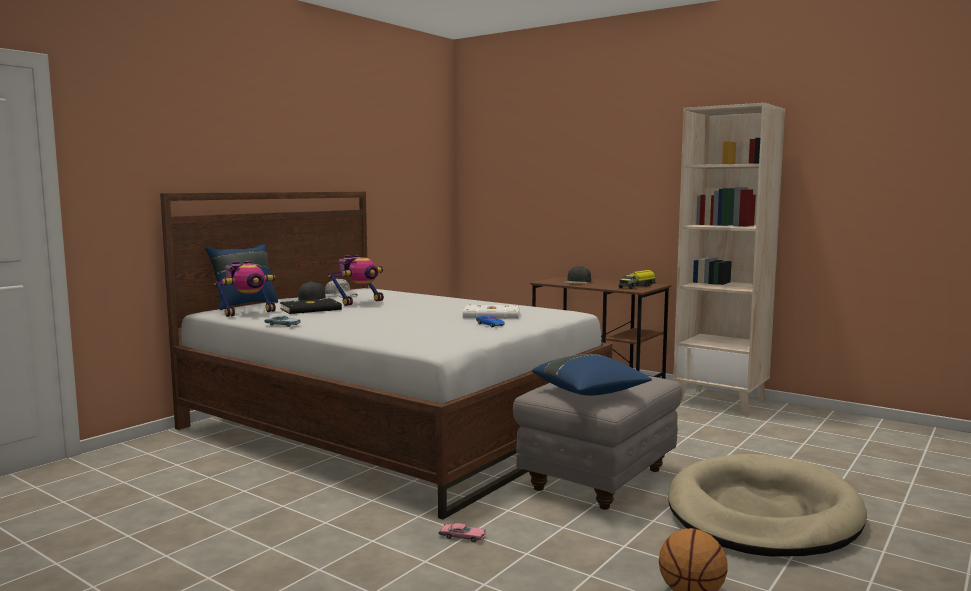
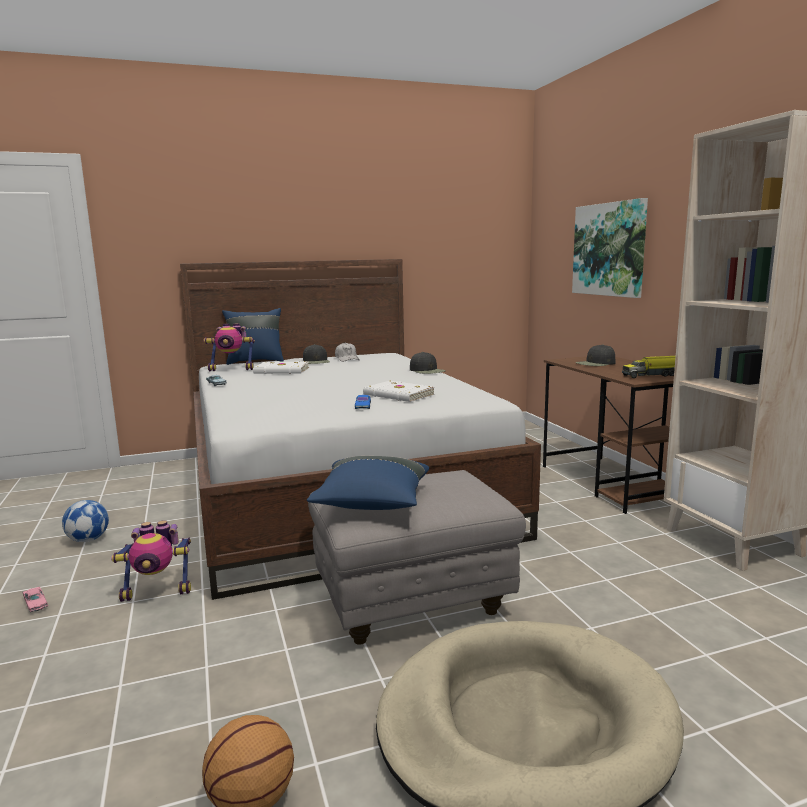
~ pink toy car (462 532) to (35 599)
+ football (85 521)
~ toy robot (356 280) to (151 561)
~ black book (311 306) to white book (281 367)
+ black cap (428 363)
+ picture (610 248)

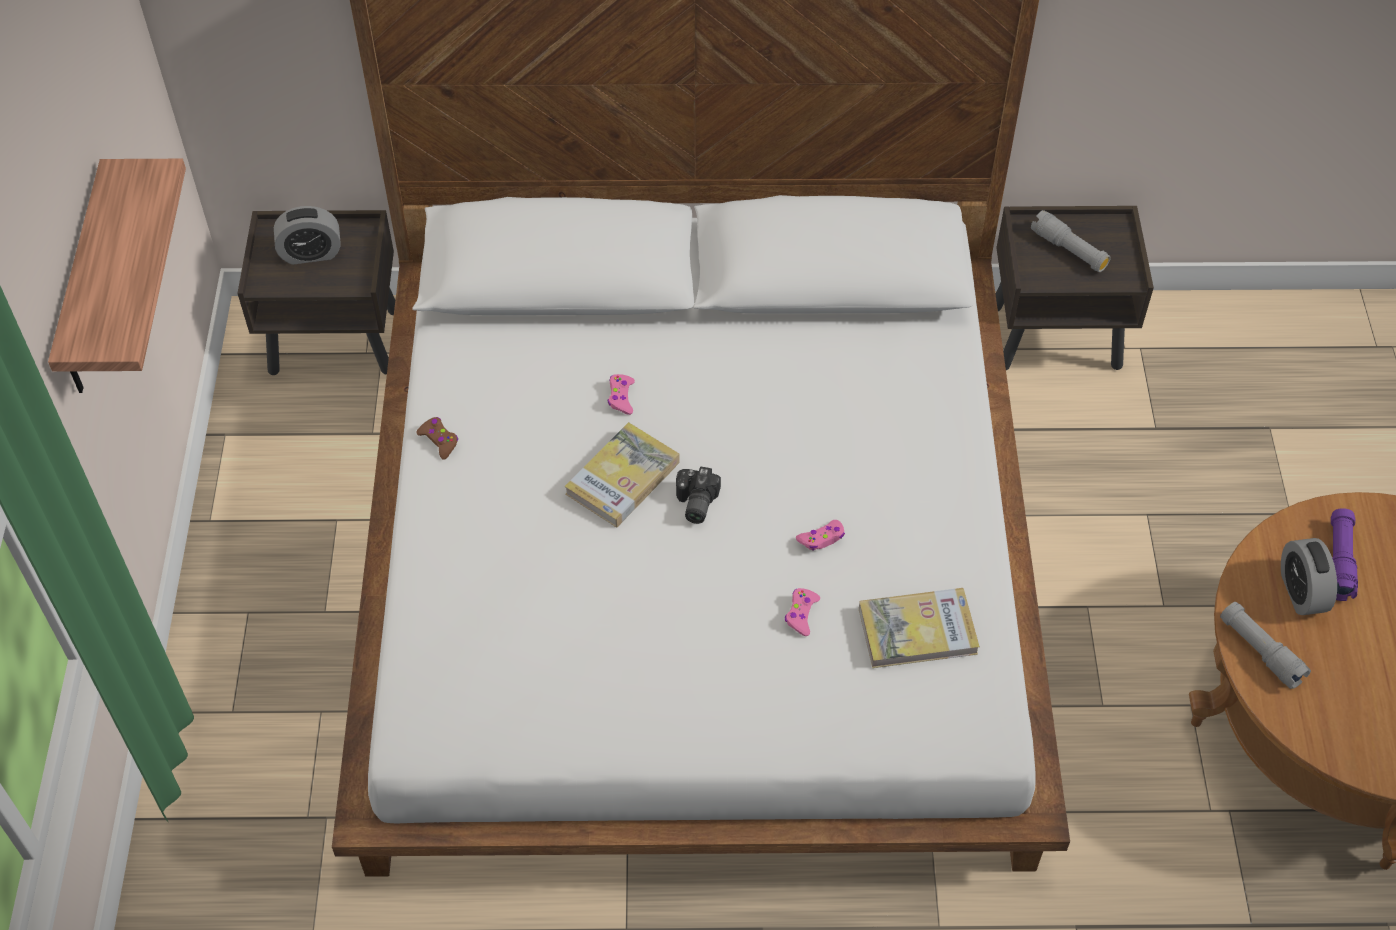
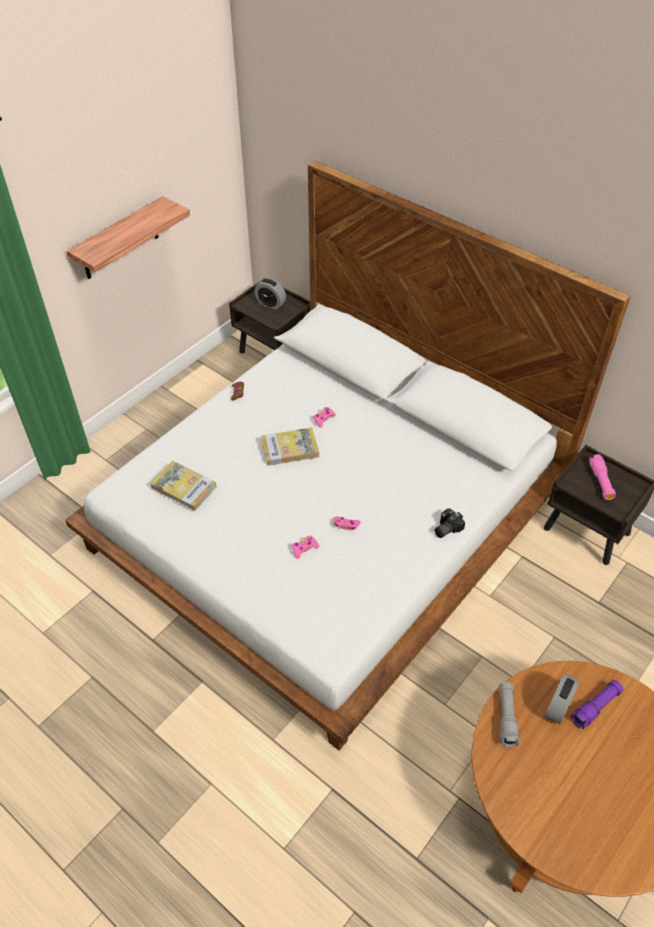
~ book (919 628) to (183 486)
~ photo camera (698 495) to (450 523)
~ grey flashlight (1071 241) to pink flashlight (602 477)

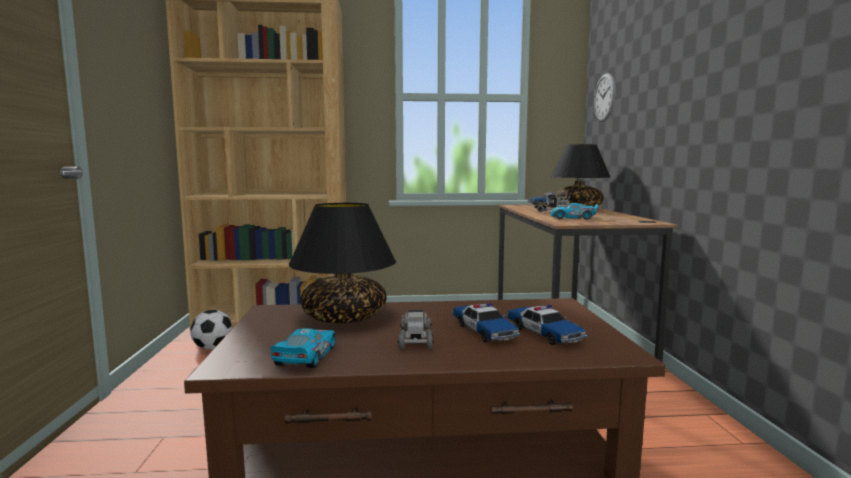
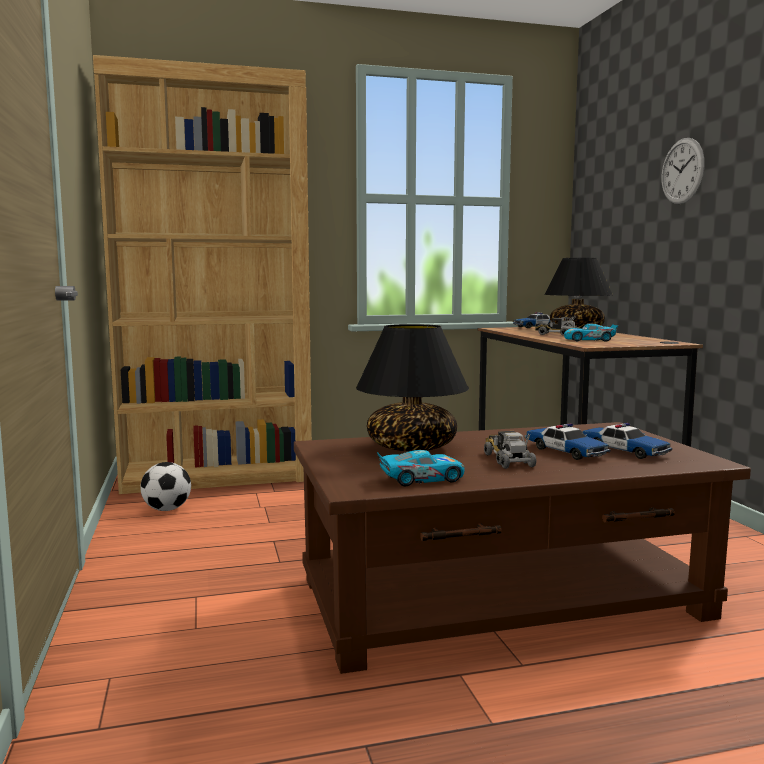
~ toy car (303 348) = (421 468) 75 degrees clockwise
~ wall clock (605 97) to (683 171)

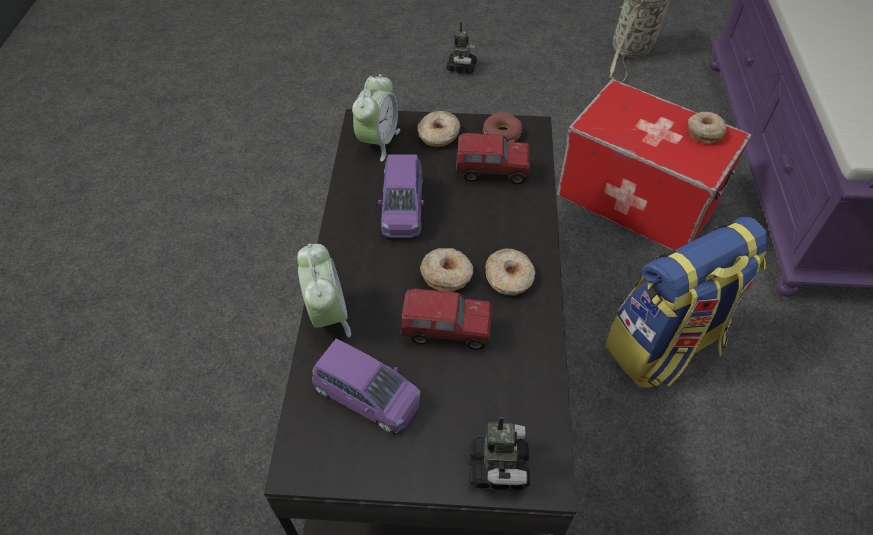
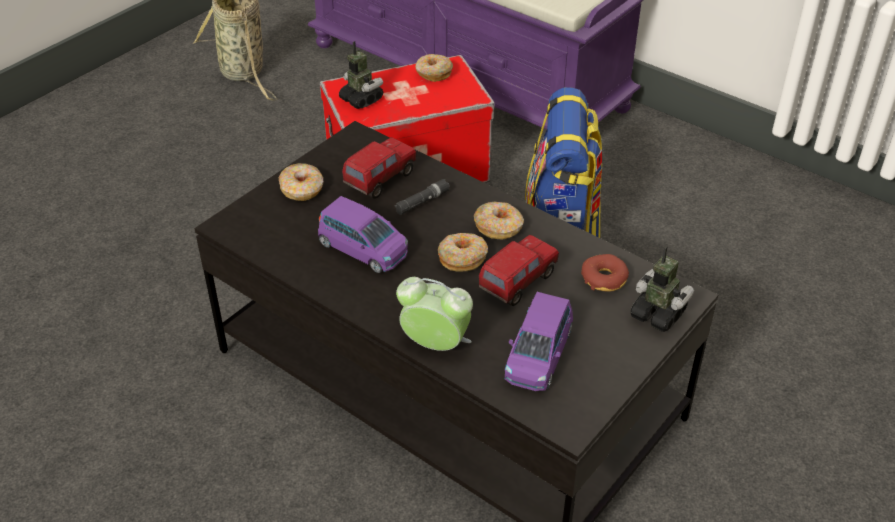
~ toy robot (461 48) to (361 75)
+ black flashlight (422 197)
~ purple toy car (366 385) = (539 341) 135 degrees clockwise
~ donut (502 127) to (605 273)
- alarm clock (376 118)

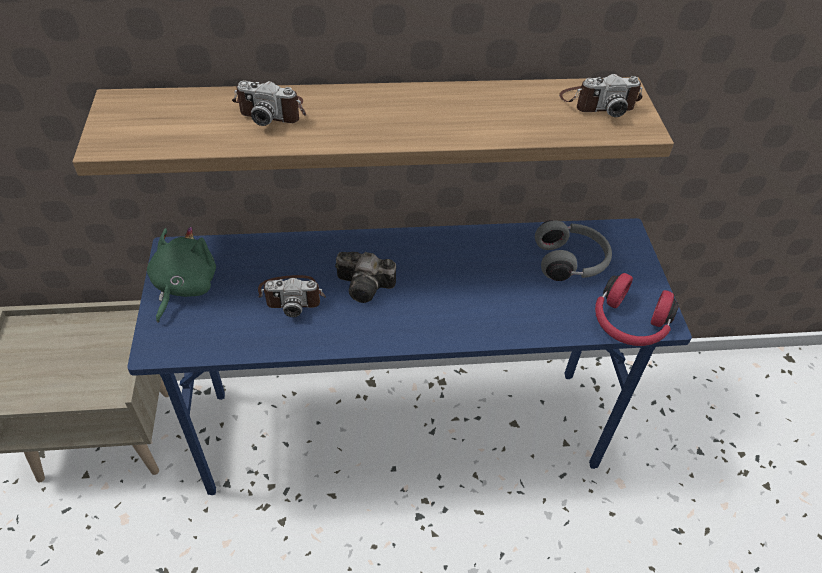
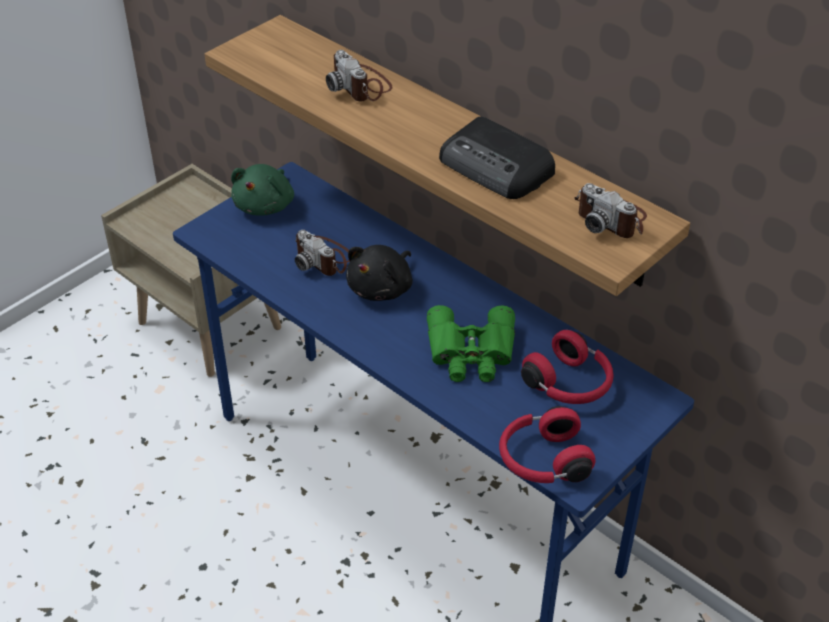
~ green plush toy (181 274) = (262 190) 135 degrees clockwise
~ photo camera (365 277) to black plush toy (379 273)
+ green binoculars (471 343)
+ radio (497 157)
~ grey headphones (573 250) to red headphones (567 367)

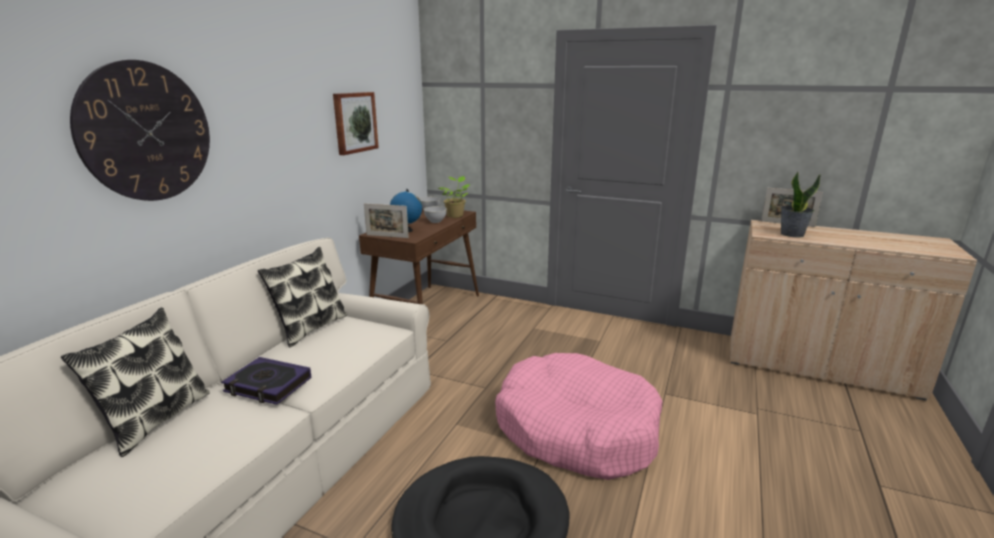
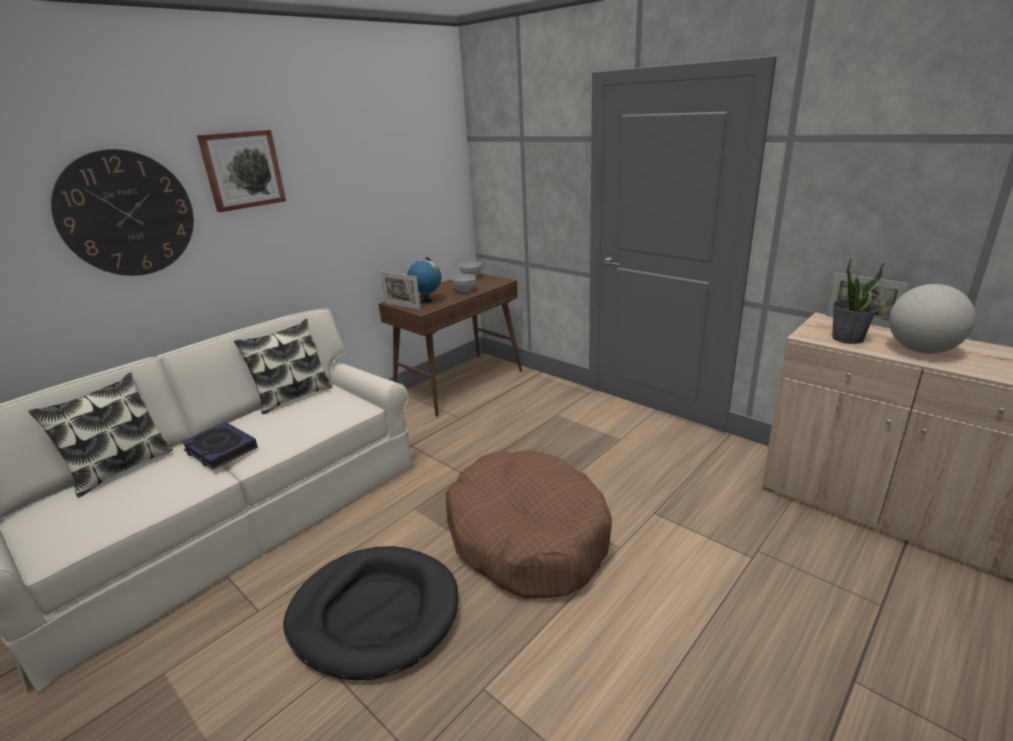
~ picture (356 123) to (241 171)
~ pink dog bed (579 416) to brown dog bed (529 524)
+ globe (932 319)
- potted plant (454 197)

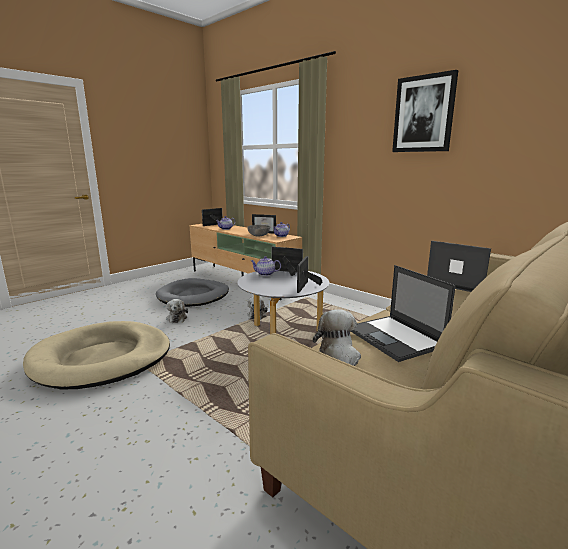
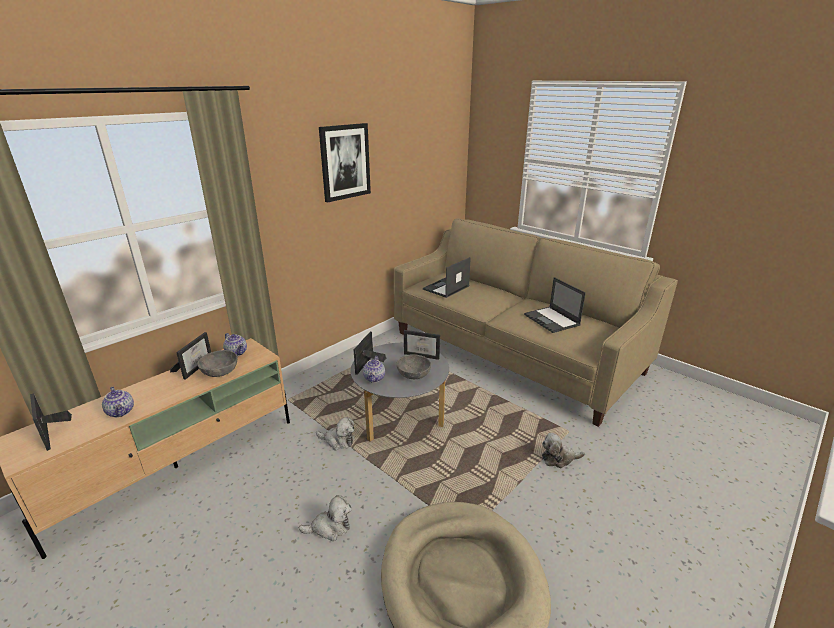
+ grey bowl (414 366)
~ laptop (403 313) = (555 305) 90 degrees clockwise
~ plush toy (337 337) to (563 450)
- grey dog bed (192 292)

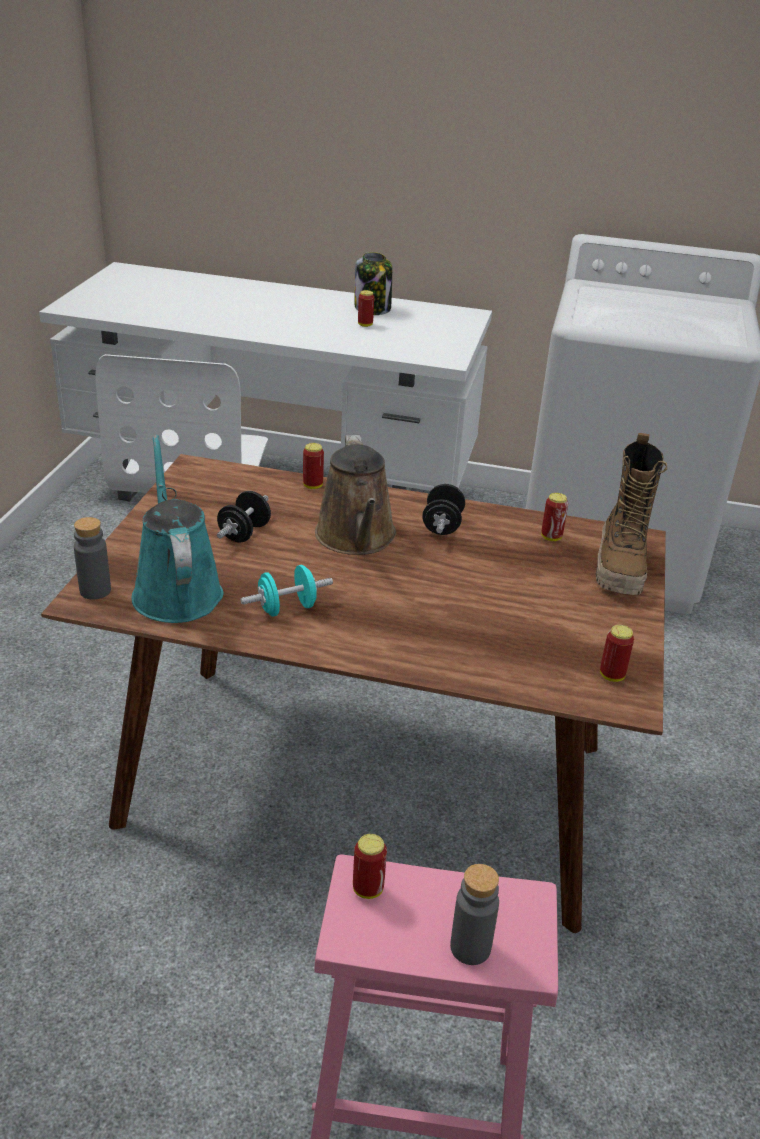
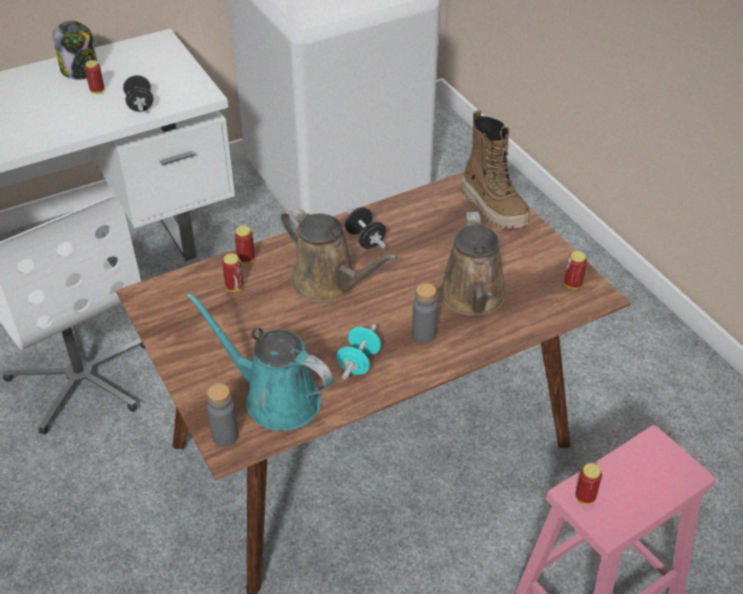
~ black dumbbell (244 516) to (138 93)
~ can (554 517) to (232 273)
~ grey bottle (474 914) to (425 313)
+ brown watering can (473 264)

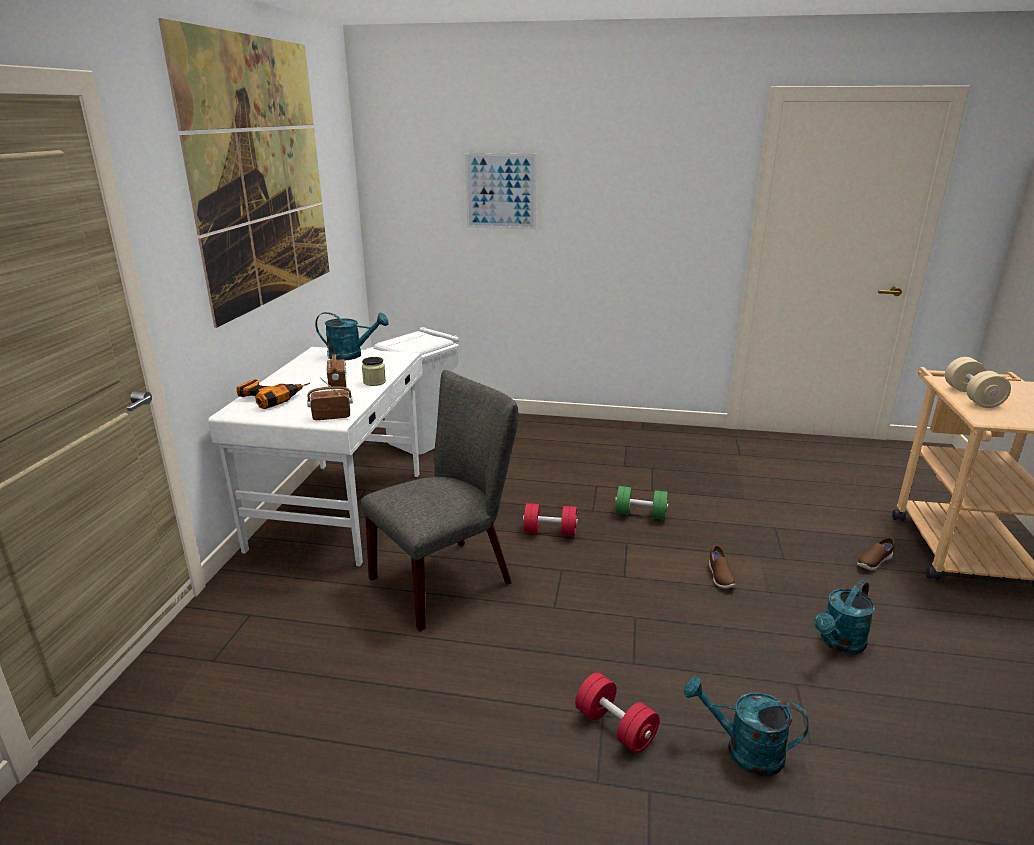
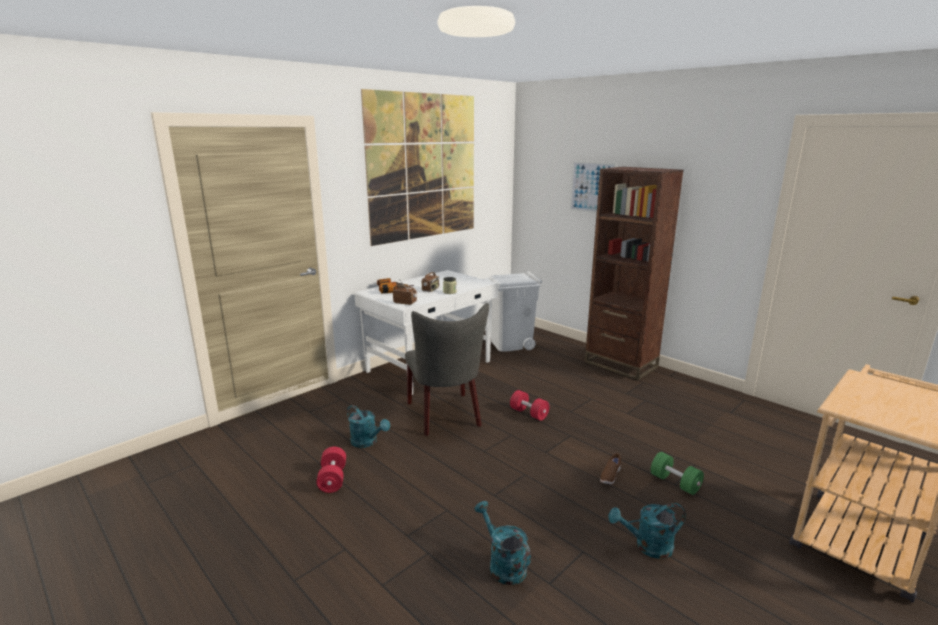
~ red dumbbell (617 712) to (331 470)
~ turquoise watering can (351 336) to (368 426)
~ grey chair (440 500) = (447 369) 75 degrees clockwise
+ brown bookcase (634 273)
~ green dumbbell (642 503) to (677 473)
- brown shoe (876 553)
- beige dumbbell (978 382)

